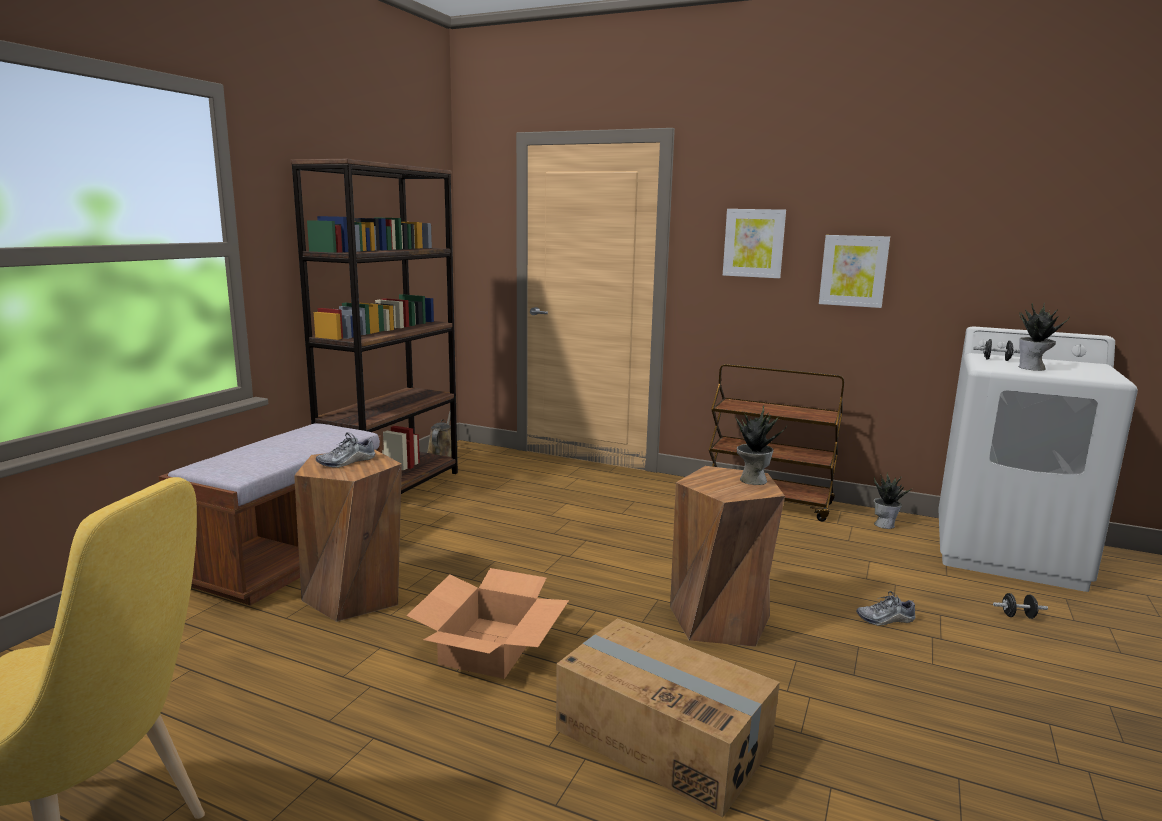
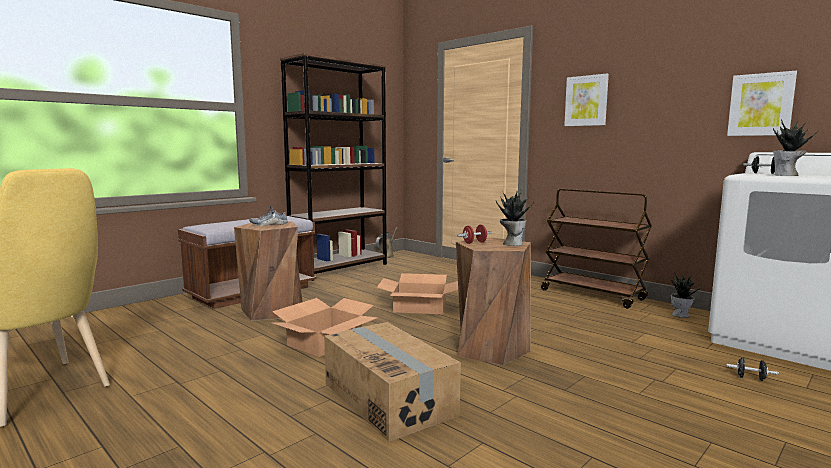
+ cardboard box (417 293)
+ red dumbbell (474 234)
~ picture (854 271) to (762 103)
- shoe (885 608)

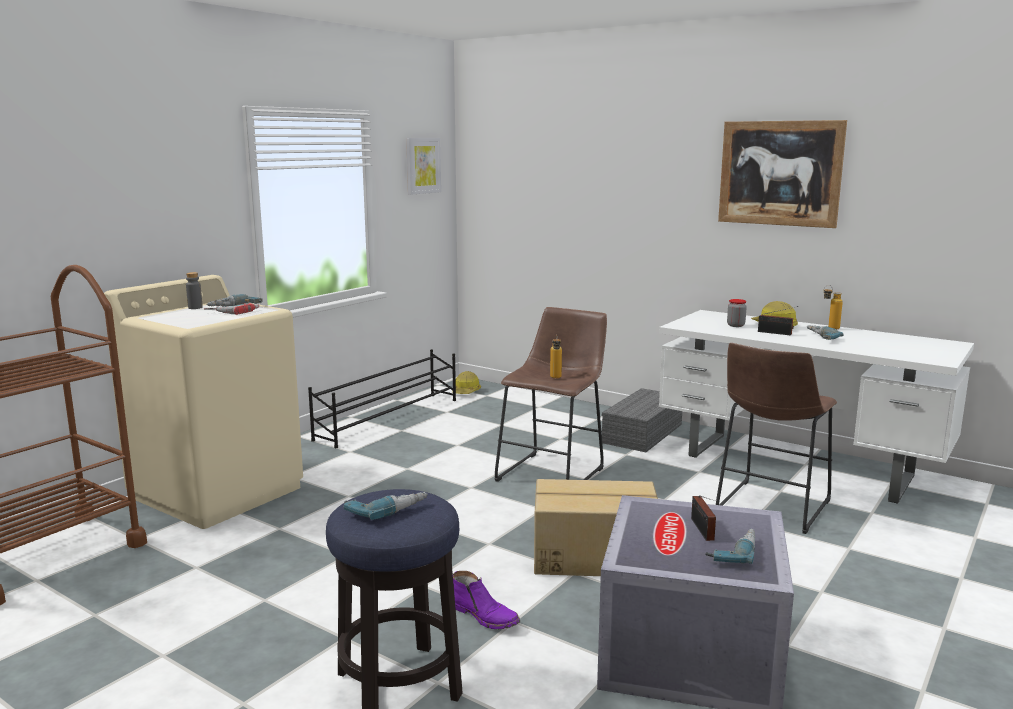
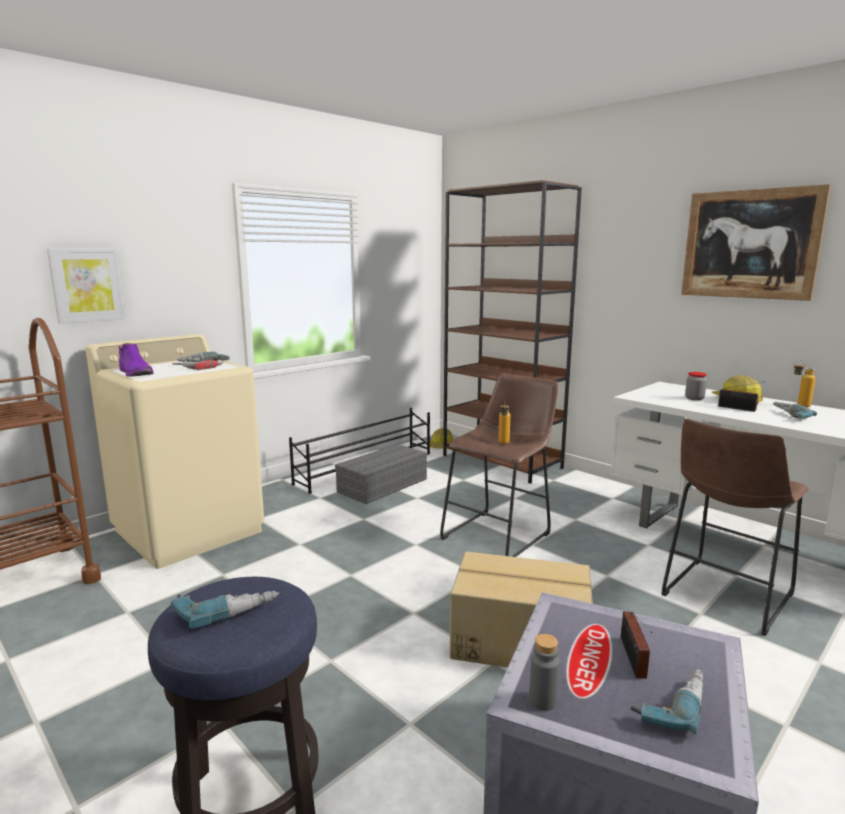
~ picture (423 166) to (86 286)
~ purple boot (486 600) to (136 359)
~ grey storage box (642 420) to (381 474)
+ brown bookcase (512 332)
~ grey bottle (194 290) to (544 672)

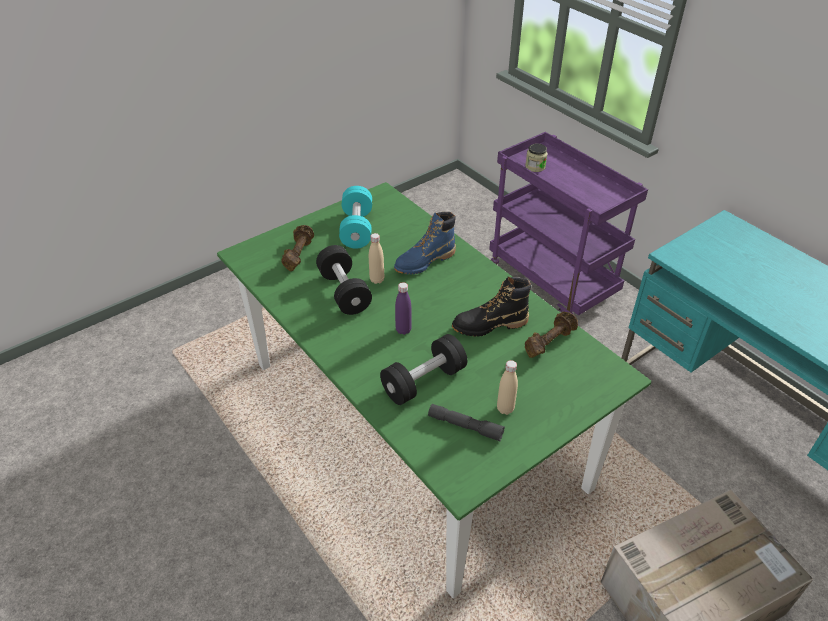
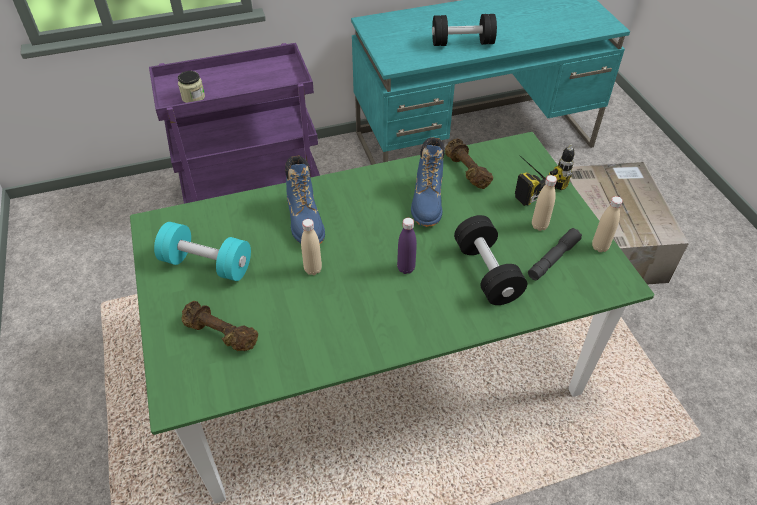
~ black boot (491 307) to blue boot (428 182)
~ black dumbbell (344 280) to (464 30)
+ power drill (545 175)
+ beige bottle (607 224)

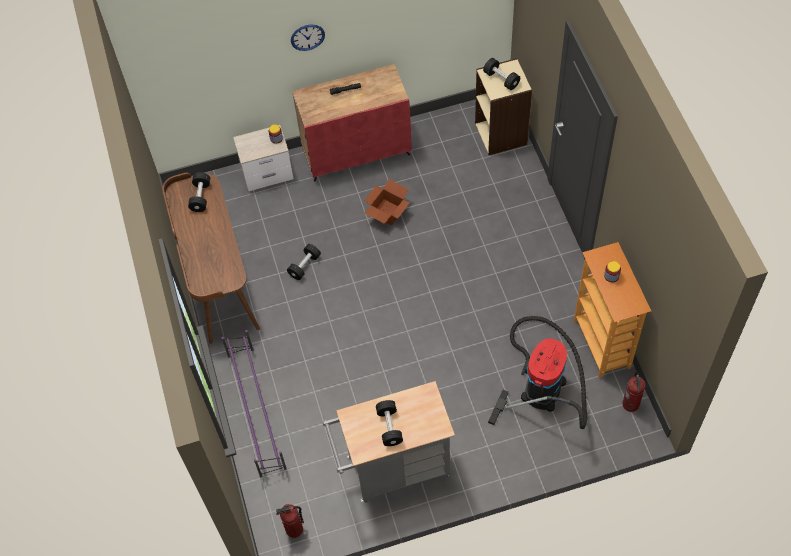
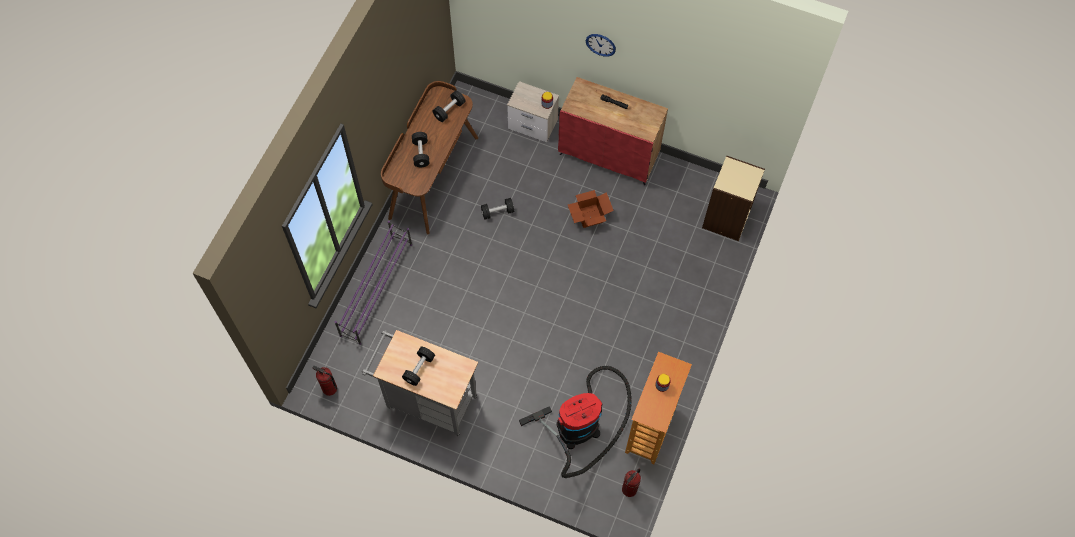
~ black dumbbell (501 74) to (420 149)

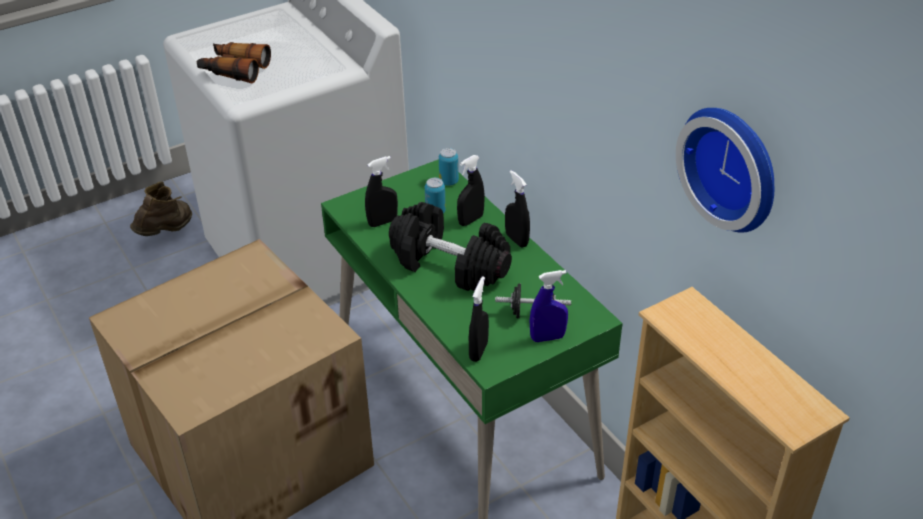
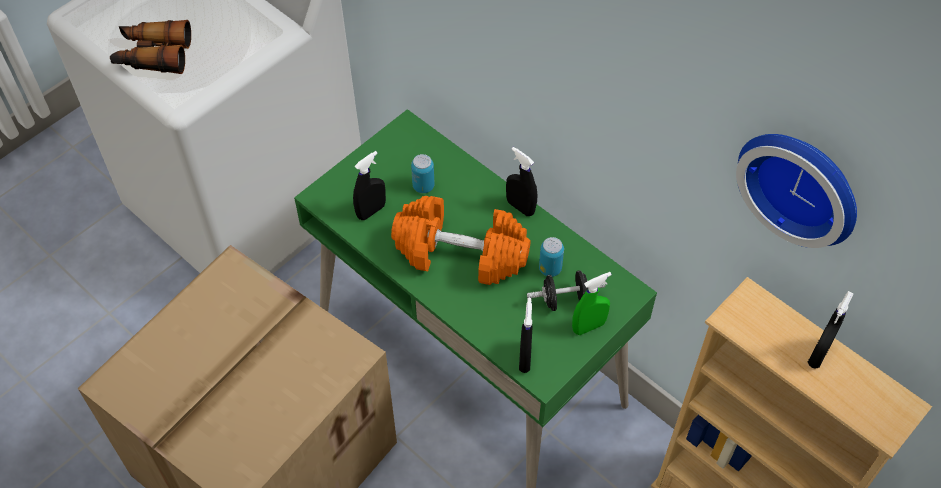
~ black dumbbell (450 246) to orange dumbbell (461 240)
~ can (449 167) to (551 257)
~ blue spray bottle (548 306) to green spray bottle (592 303)
~ black spray bottle (471 190) to (831 329)
- brown boot (161 209)

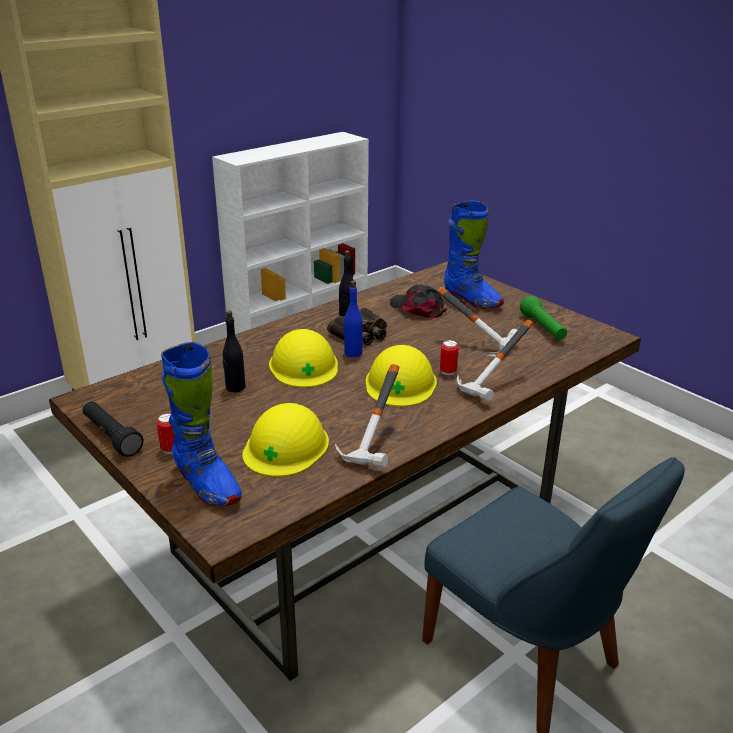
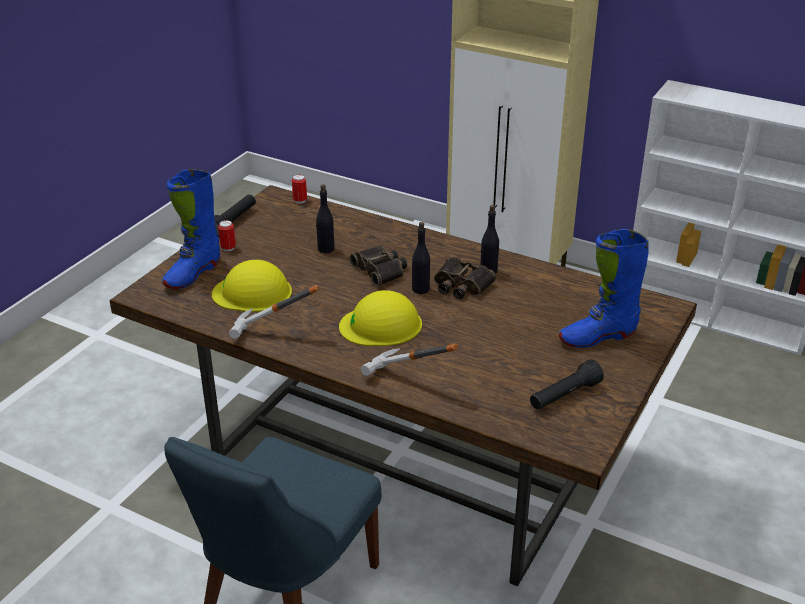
~ can (449 357) to (299 189)
~ yellow hard hat (303 358) to binoculars (378 266)
~ blue bottle (352 319) to black bottle (421 258)
~ green flashlight (543 318) to black flashlight (567 385)
~ blue boot (474 254) = (604 288) 45 degrees clockwise
- black cap (419 301)
- hammer (478 322)

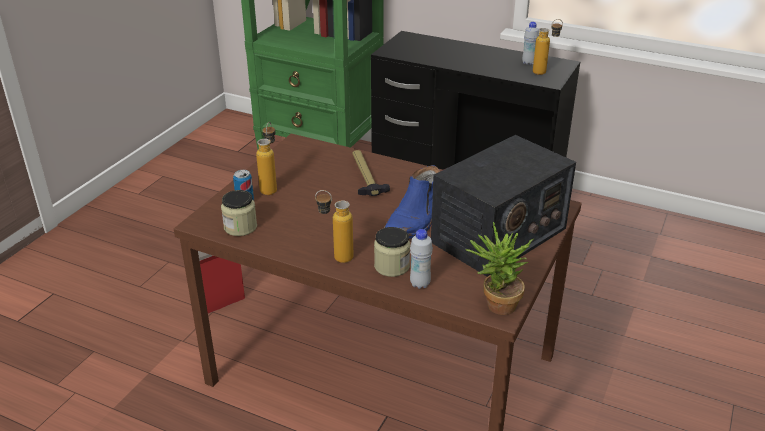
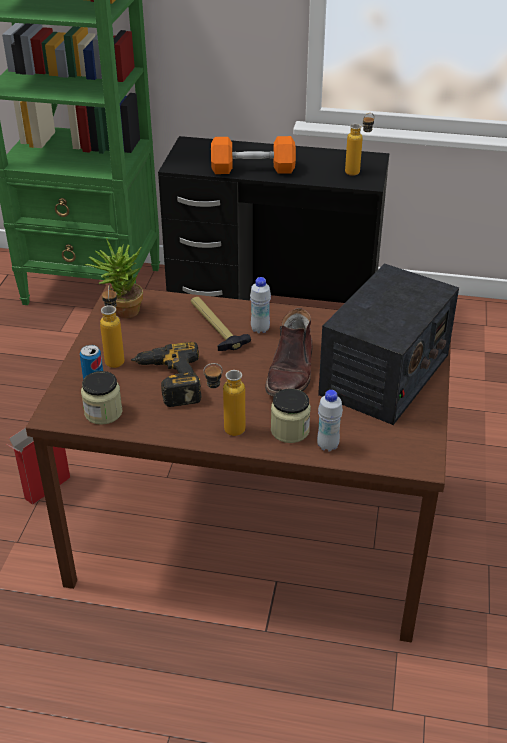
~ potted plant (499 268) to (114 278)
+ power drill (166 374)
+ orange dumbbell (253 155)
~ white bottle (530 43) to (260 305)
~ blue boot (412 202) to brown boot (288 352)

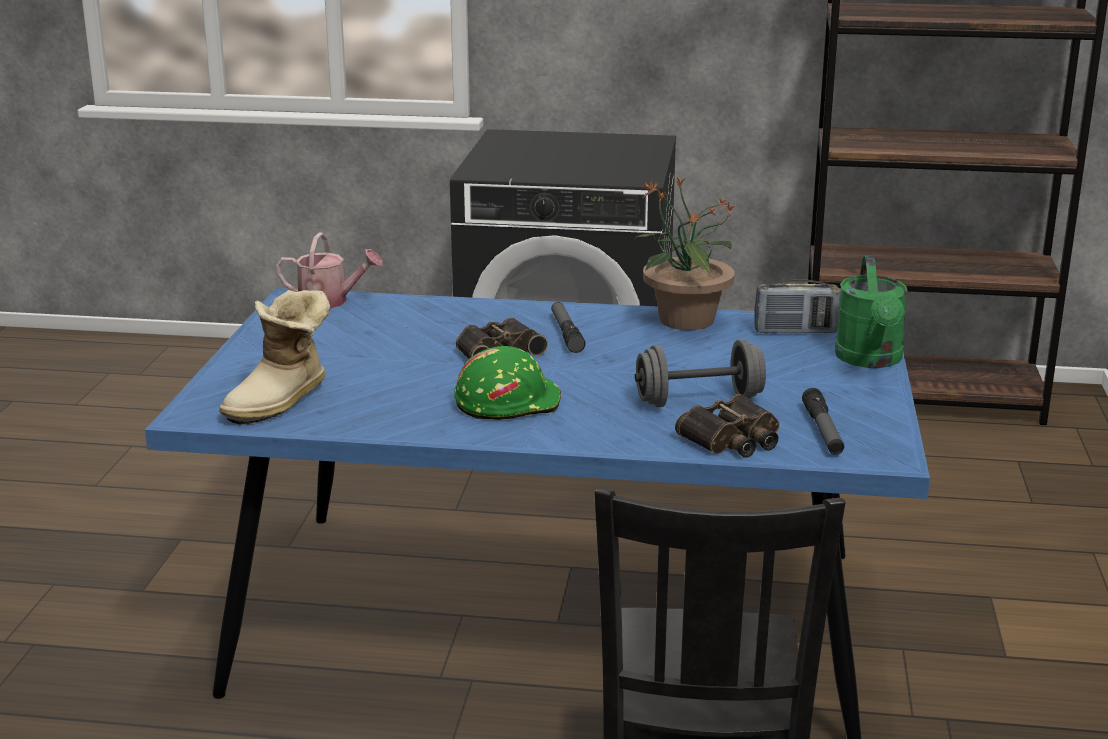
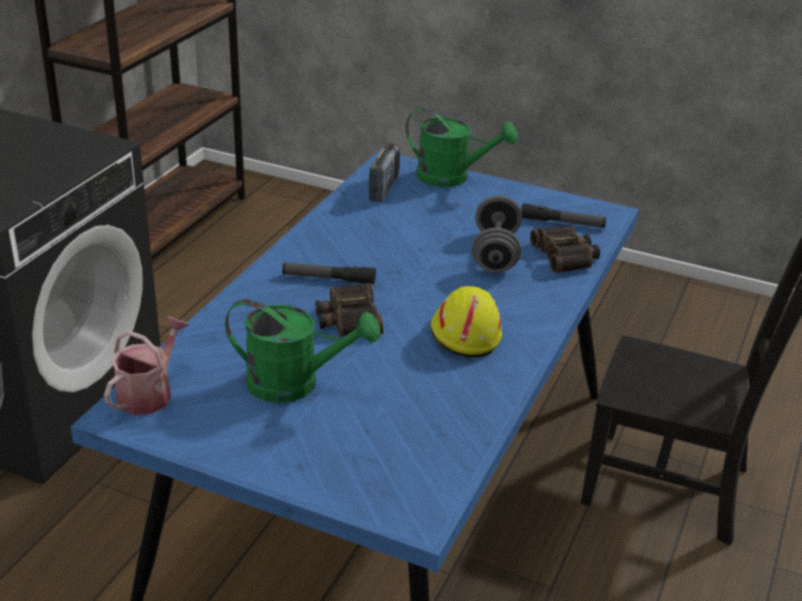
+ green watering can (302 351)
~ green hard hat (507 383) to yellow hard hat (466 321)
- boot (274 357)
- potted plant (684 252)

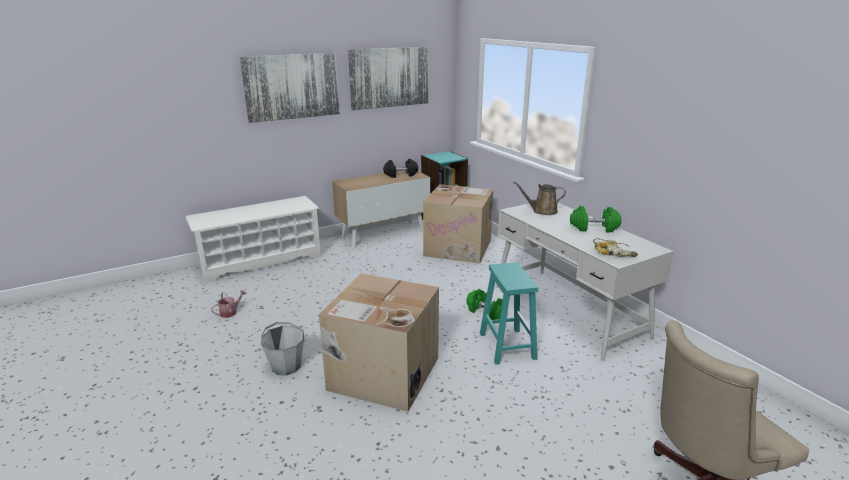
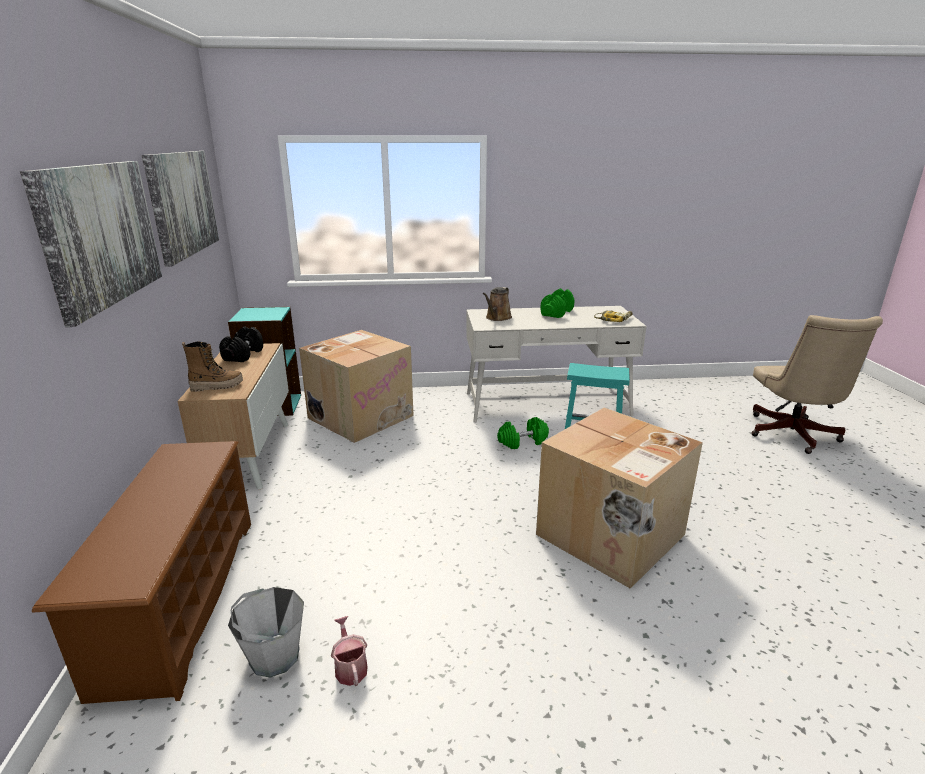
~ white shoe rack (253 239) to brown shoe rack (141 572)
+ boot (212 366)
~ grey bucket (282 348) to (266 632)

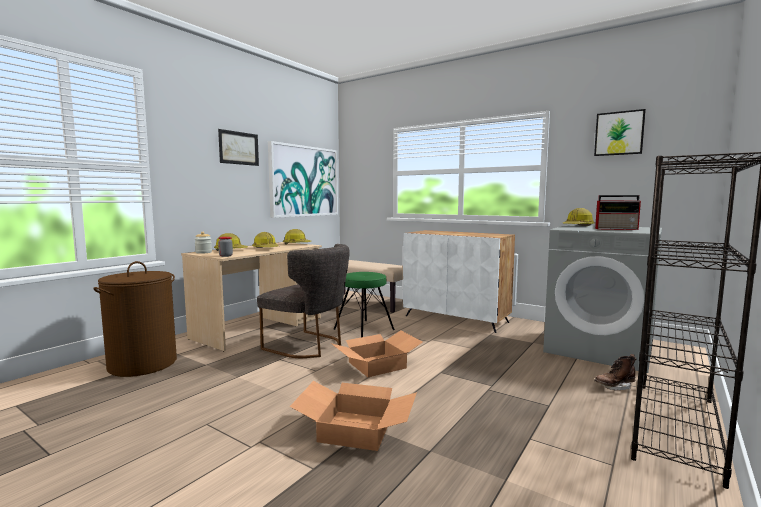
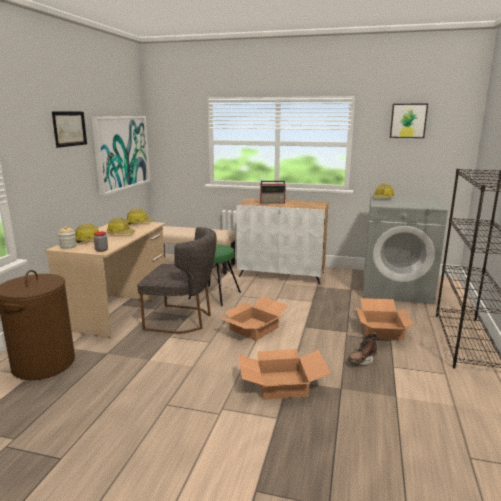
~ radio (618 212) to (273 192)
~ brown boot (615 372) to (363 348)
+ cardboard box (384 319)

